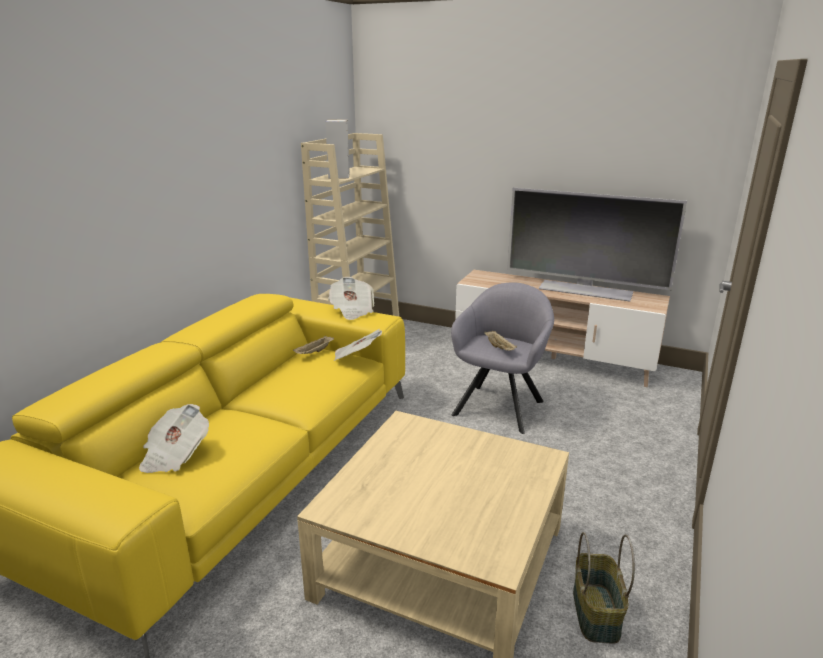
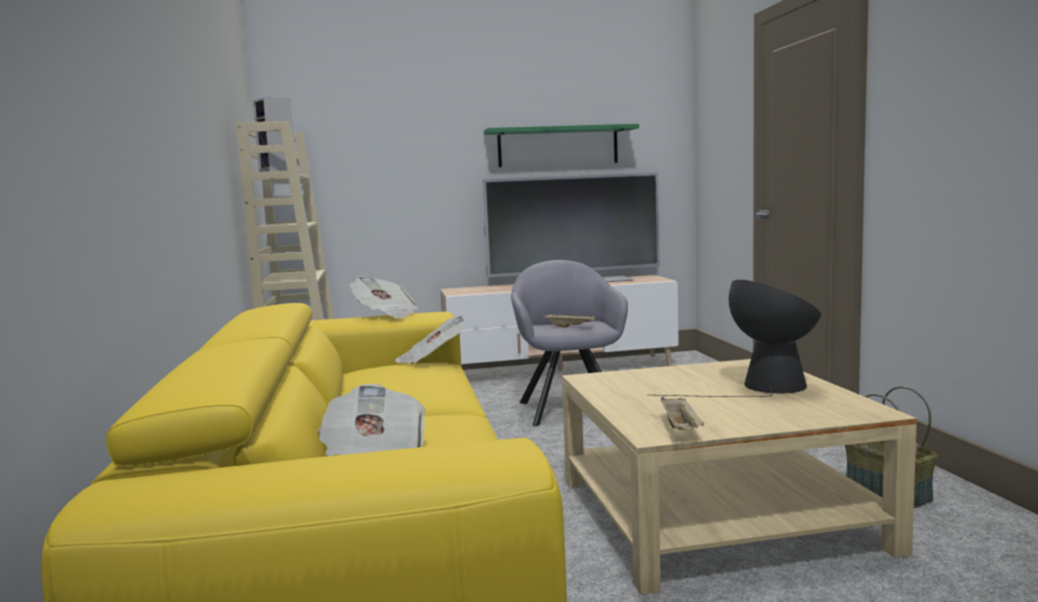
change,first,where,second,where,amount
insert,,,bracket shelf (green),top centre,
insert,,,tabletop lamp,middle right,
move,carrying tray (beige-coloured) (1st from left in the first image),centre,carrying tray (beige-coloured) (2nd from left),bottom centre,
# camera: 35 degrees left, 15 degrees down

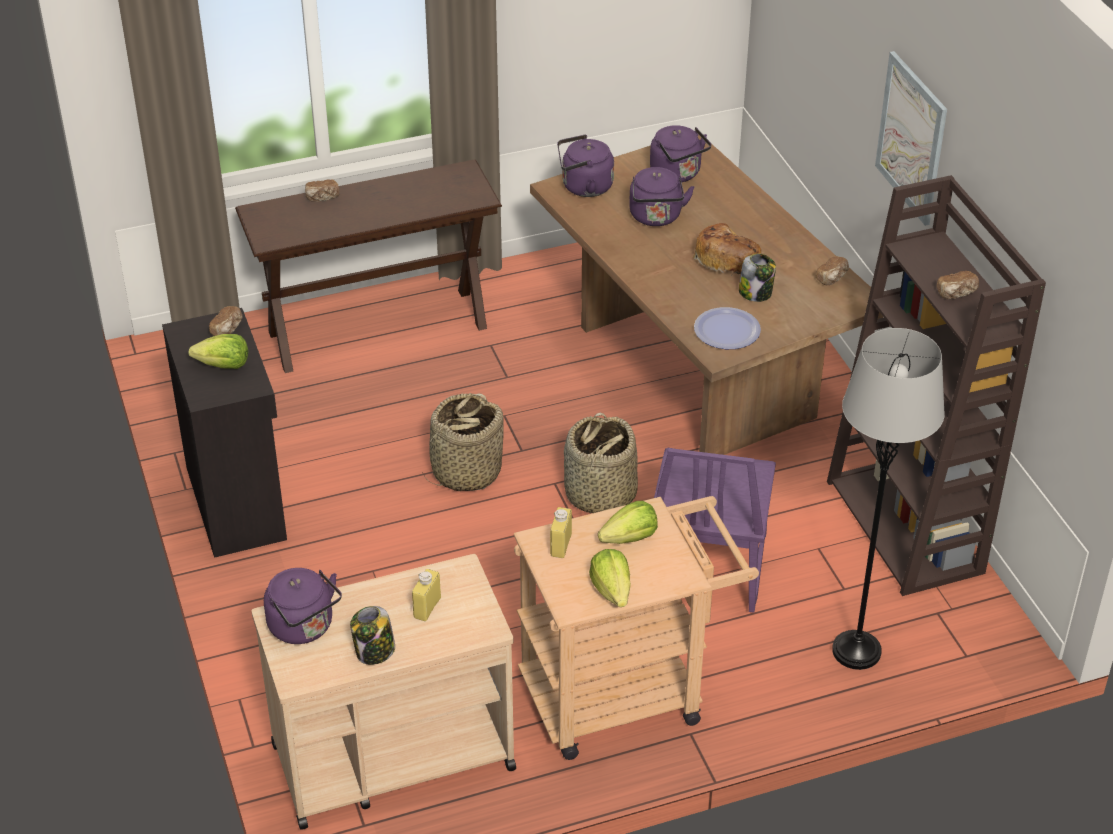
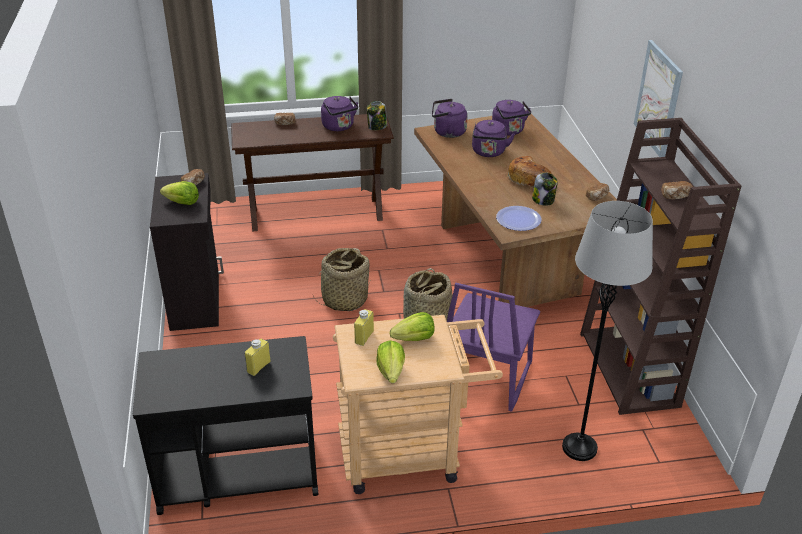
change,first,where,second,where,amount
move,water kettle (purple-coloured) (1st from left),bottom left,,top centre,
move,storage jar (1st from left),bottom centre,,top centre,
recolor,cart (beige-coloured) (1st from left),bottom centre,cart (blackish),bottom left,
# camera: 10 degrees right, 5 degrees down

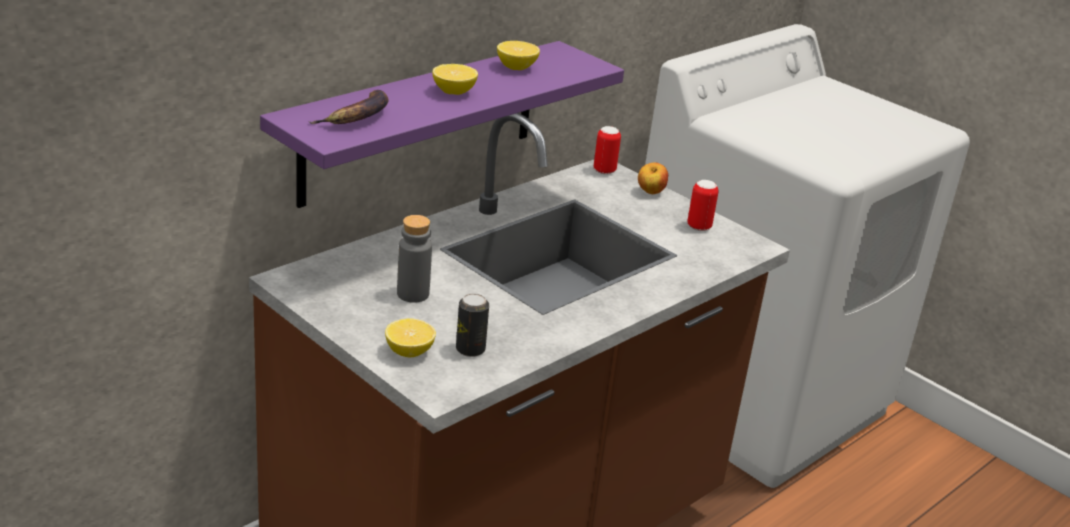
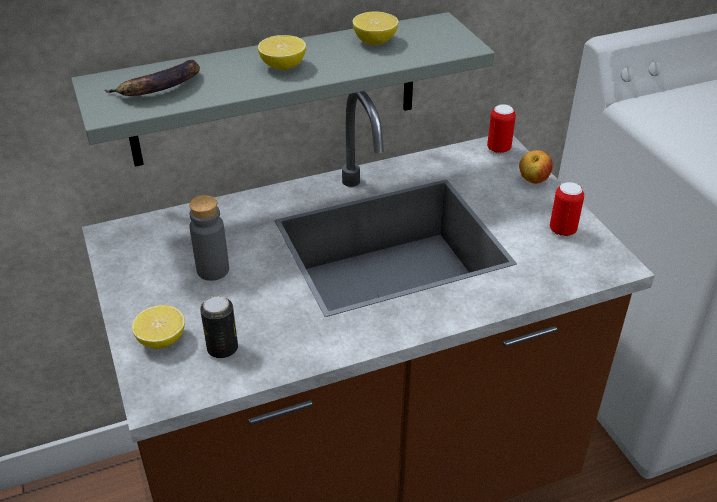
change,first,where,second,where,amount
recolor,bracket shelf (purple-coloured),top centre,bracket shelf (grey),top centre,
# camera: 25 degrees right, 10 degrees up

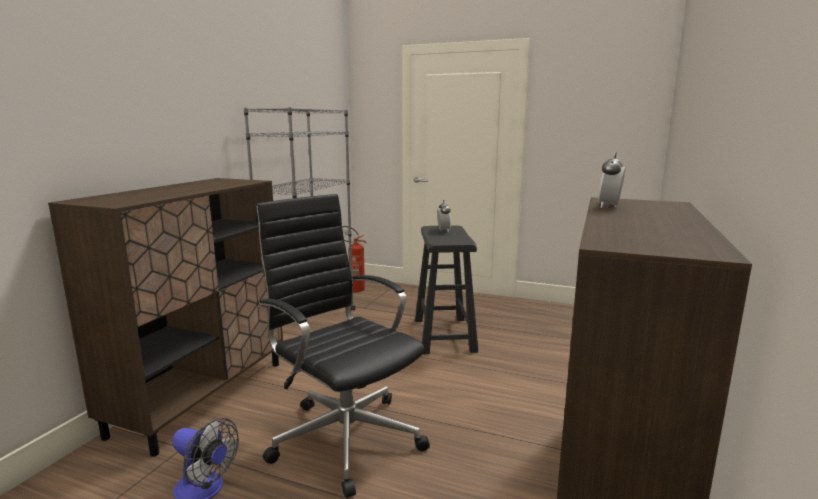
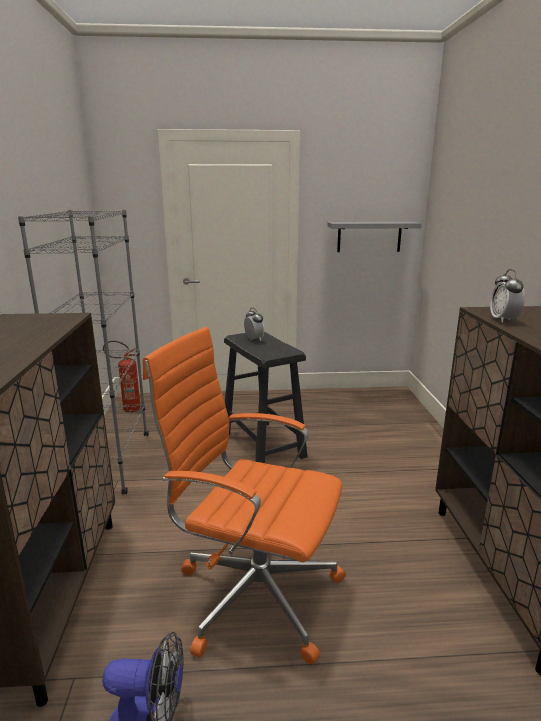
change,first,where,second,where,amount
insert,,,bracket shelf (grey),top right,
recolor,computer chair (blackish),bottom centre,computer chair (orange-coloured),bottom centre,
# camera: 25 degrees left, 5 degrees up

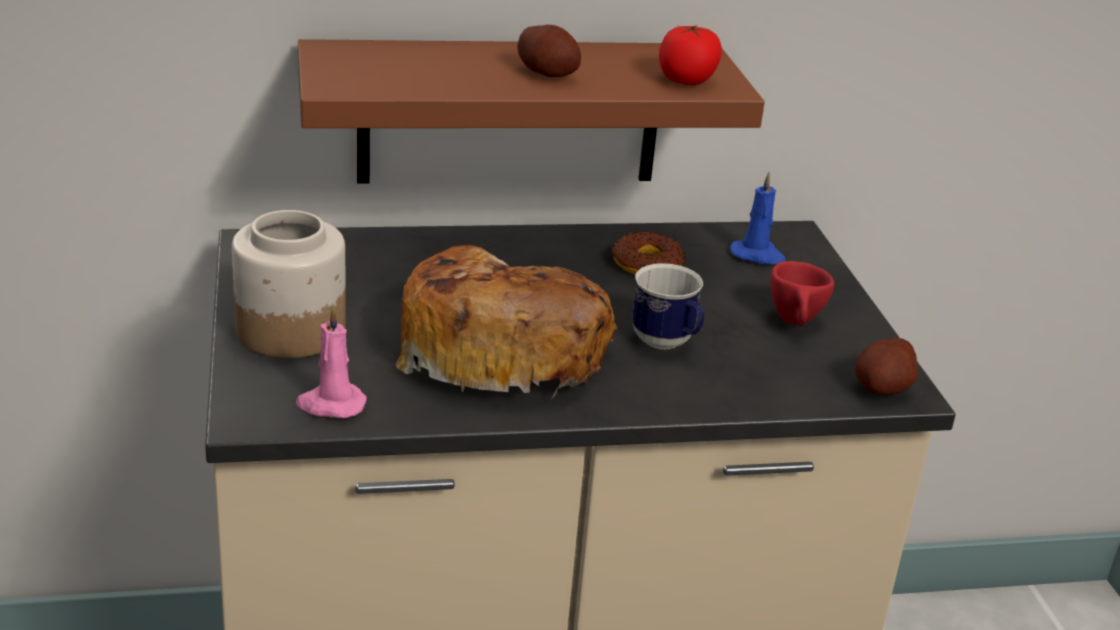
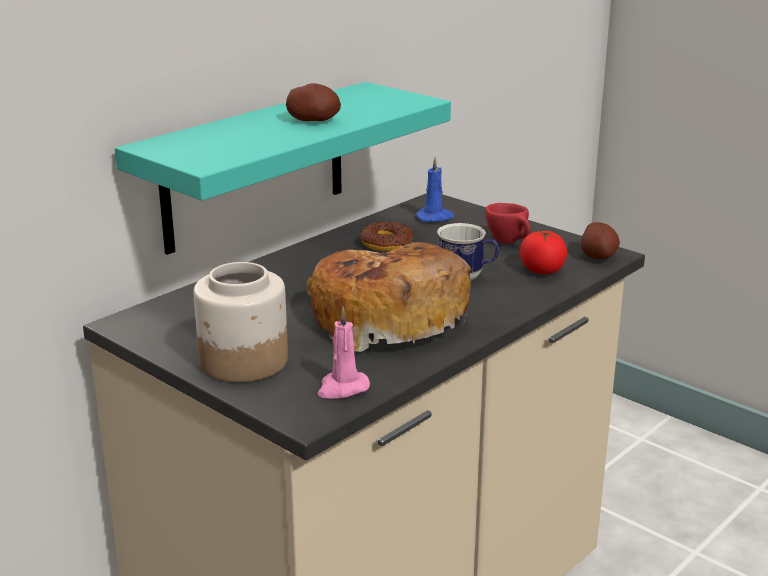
change,first,where,second,where,amount
move,whole tomato,top centre,,middle right,
recolor,bracket shelf (brown),top centre,bracket shelf (turquoise-coloured),top centre,
# camera: 35 degrees left, 5 degrees down

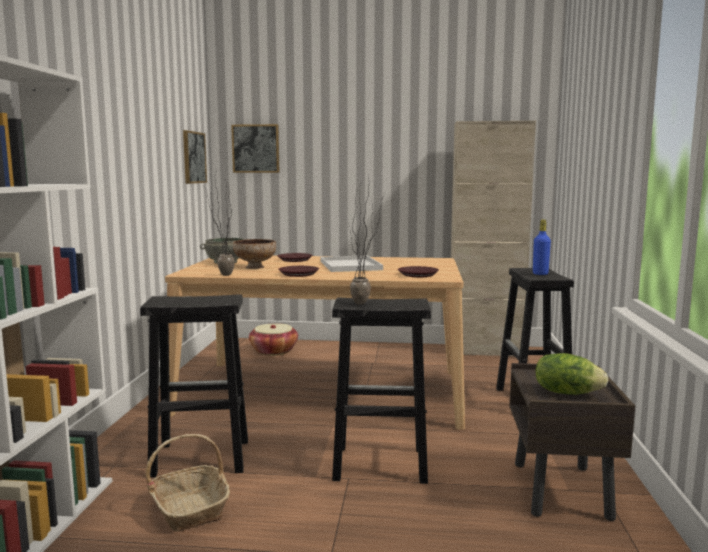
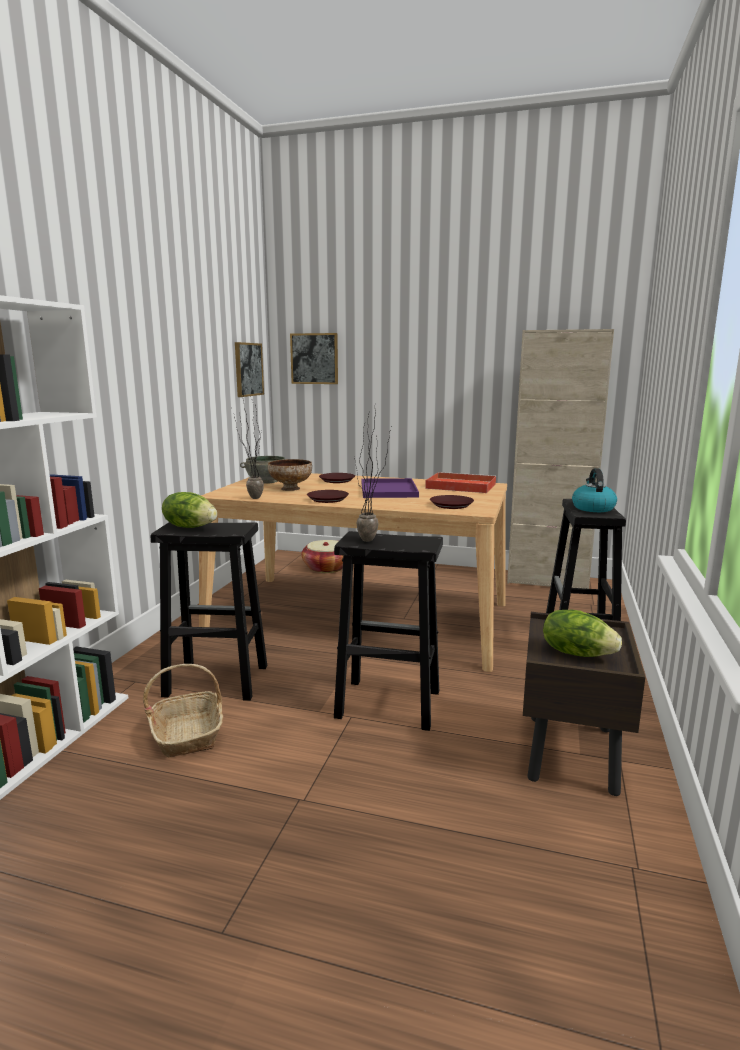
change,first,where,second,where,amount
insert,,,lettuce head (1st from left),middle left,
insert,,,carrying tray (reddish),centre,
replace,bottle (bluish),middle right,water kettle,middle right,
recolor,carrying tray (white-coloured),centre,carrying tray (purple-coloured),centre,
# camera: 10 degrees right, 5 degrees up

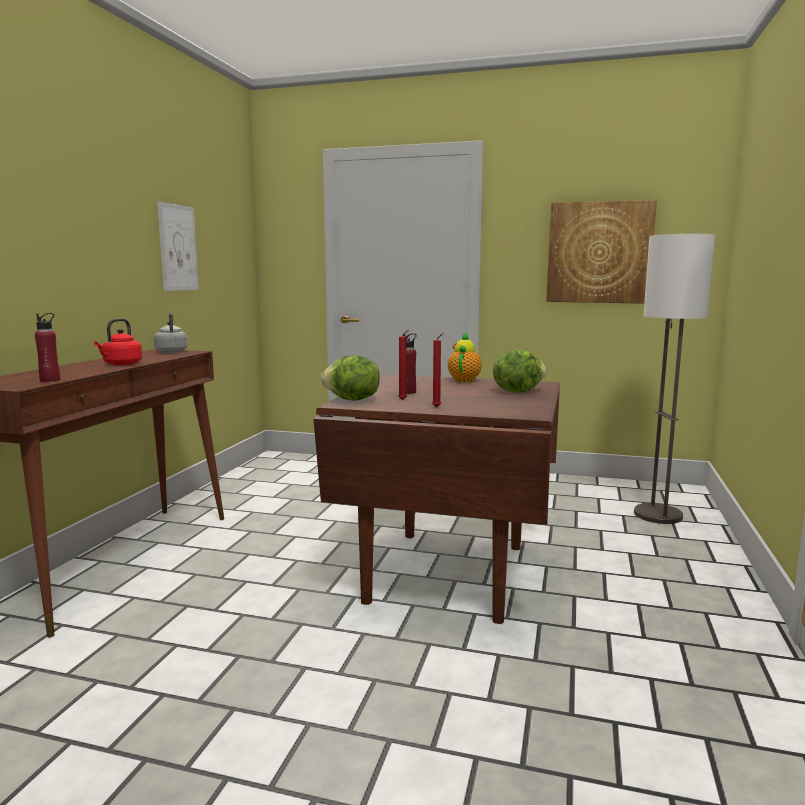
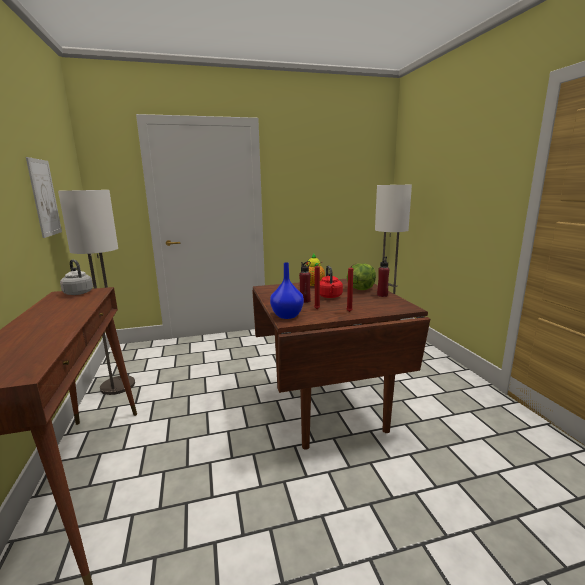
change,first,where,second,where,amount
delete,wall art (2nd from left),top right,,,
insert,,,standard lamp (1st from left),middle left,
move,bottle (reddish) (1st from left in the first image),middle left,bottle (reddish) (2nd from left),centre,
move,water kettle (reddish),middle left,,centre,
replace,lettuce head (1st from left),centre,flower vase (bluish),centre,
# camera: 30 degrees left, 5 degrees up

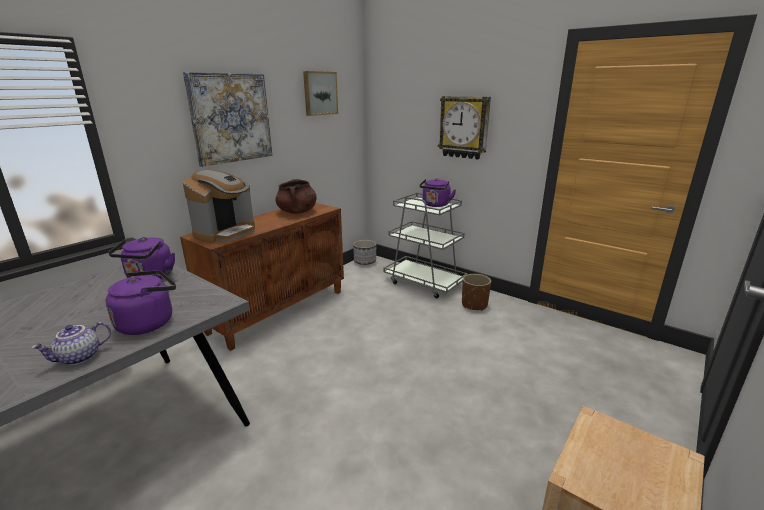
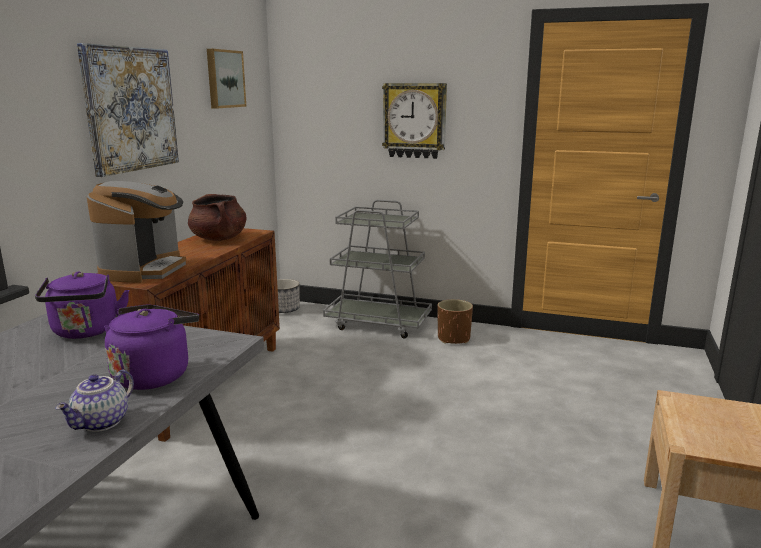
change,first,where,second,where,amount
delete,water kettle (purple-coloured) (3rd from left),centre,,,
# camera: 20 degrees left, 5 degrees down

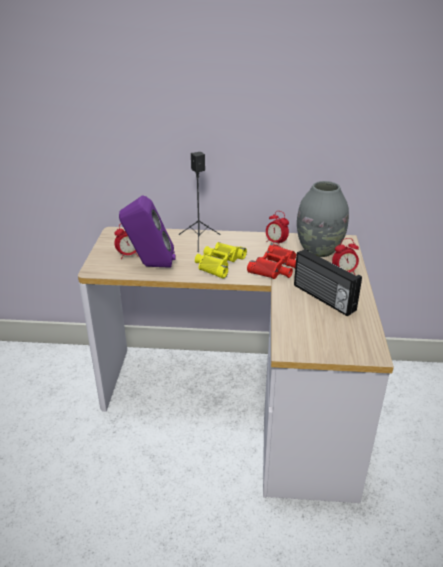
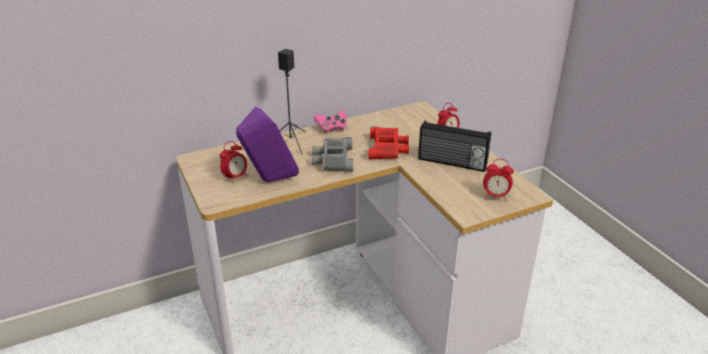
change,first,where,second,where,amount
delete,flower vase (grey),middle right,,,
insert,,,joypad (pinkish),centre,
move,bedside clock (2nd from left in the first image),centre,bedside clock (3rd from left),middle right,
recolor,binoculars (yellow-coloured),centre,binoculars (grey),centre,
# camera: 30 degrees left, 0 degrees up

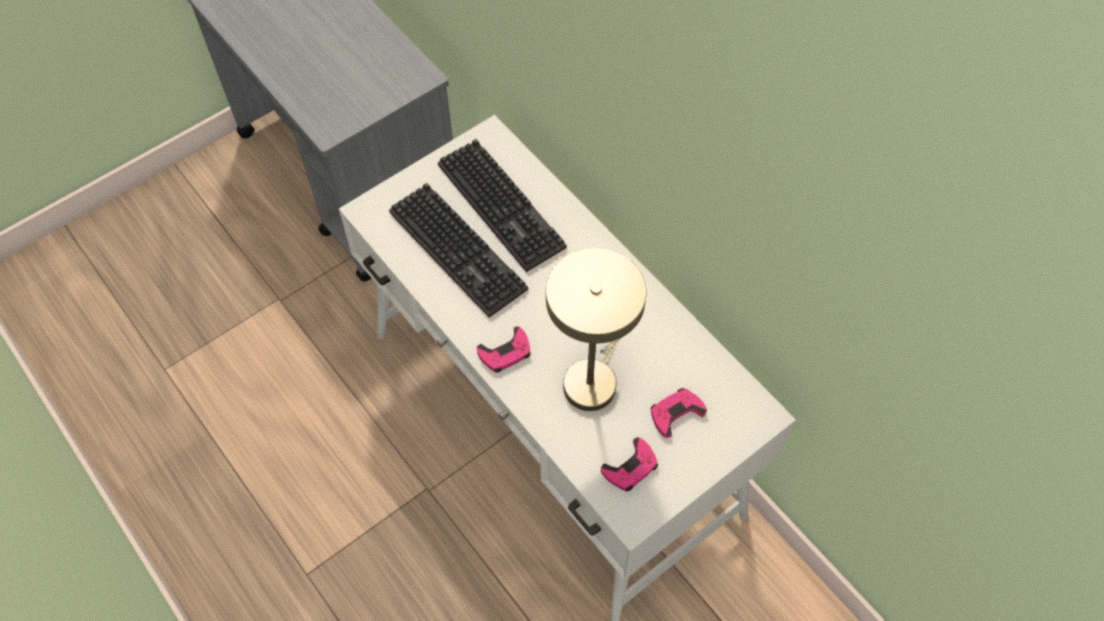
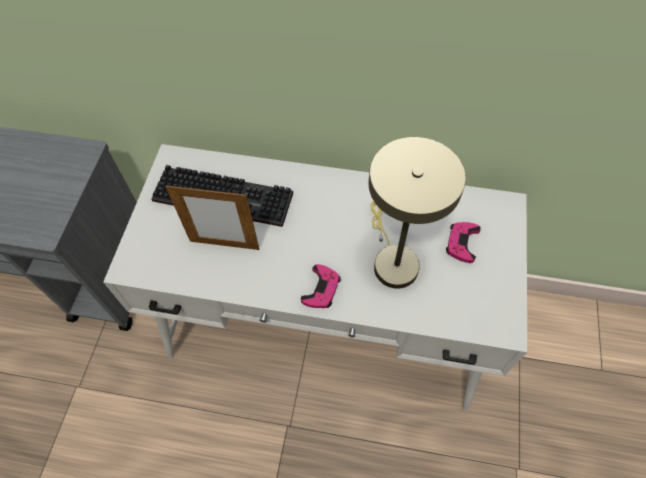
change,first,where,second,where,amount
delete,joypad (pinkish) (2nd from left),bottom centre,,,
replace,keyboard (1st from left),centre,standing frame,middle left,
# camera: 40 degrees left, 0 degrees up

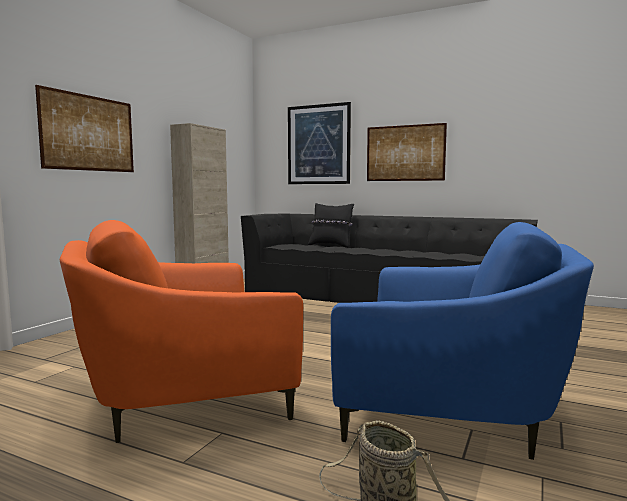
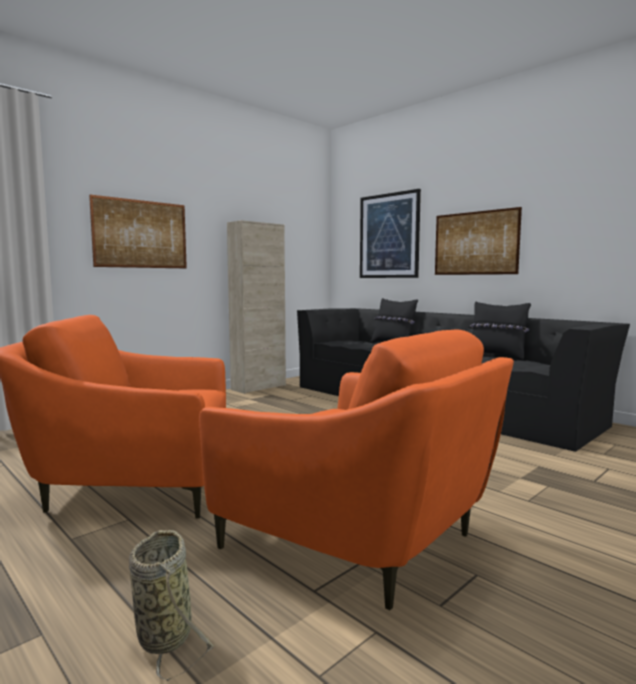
change,first,where,second,where,amount
insert,,,throw pillow (blackish) (2nd from left),middle right,
recolor,easy chair (bluish),bottom right,easy chair (orange-coloured) (2nd from left),bottom centre,
# camera: 20 degrees right, 0 degrees up

